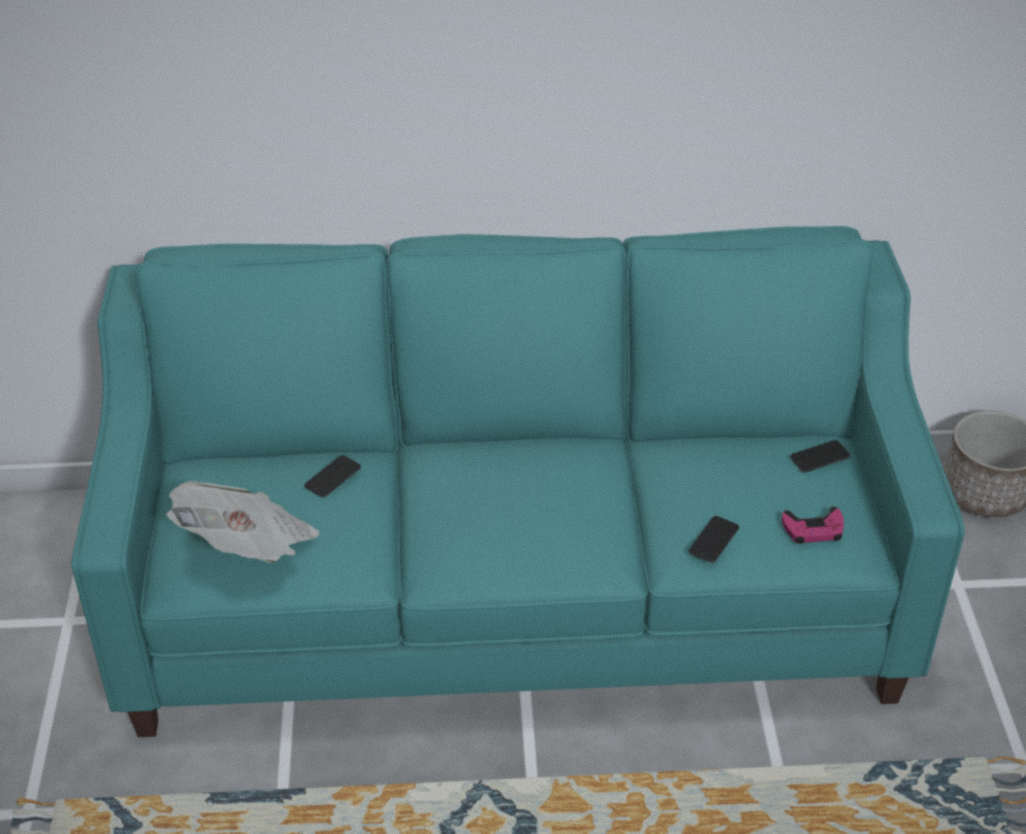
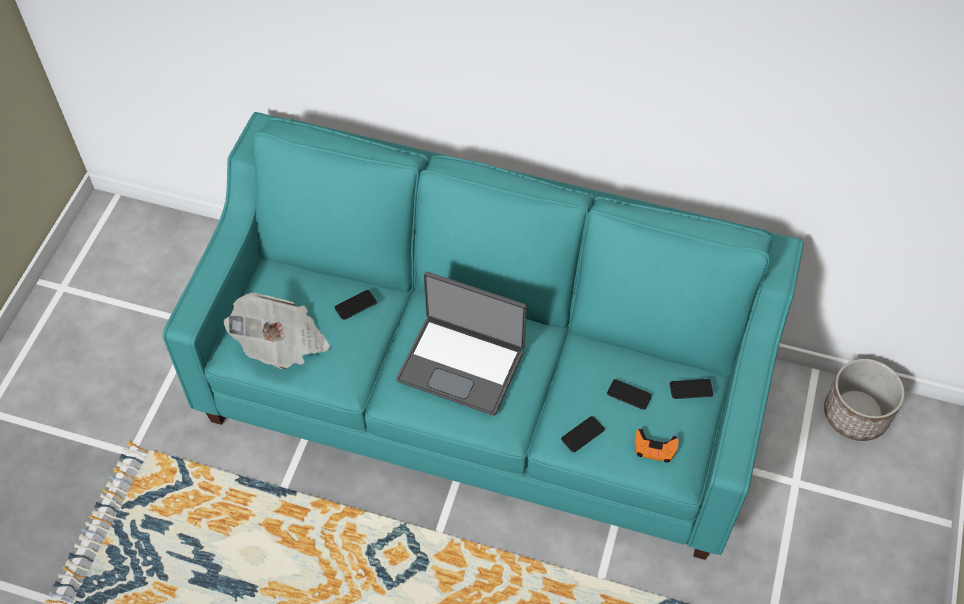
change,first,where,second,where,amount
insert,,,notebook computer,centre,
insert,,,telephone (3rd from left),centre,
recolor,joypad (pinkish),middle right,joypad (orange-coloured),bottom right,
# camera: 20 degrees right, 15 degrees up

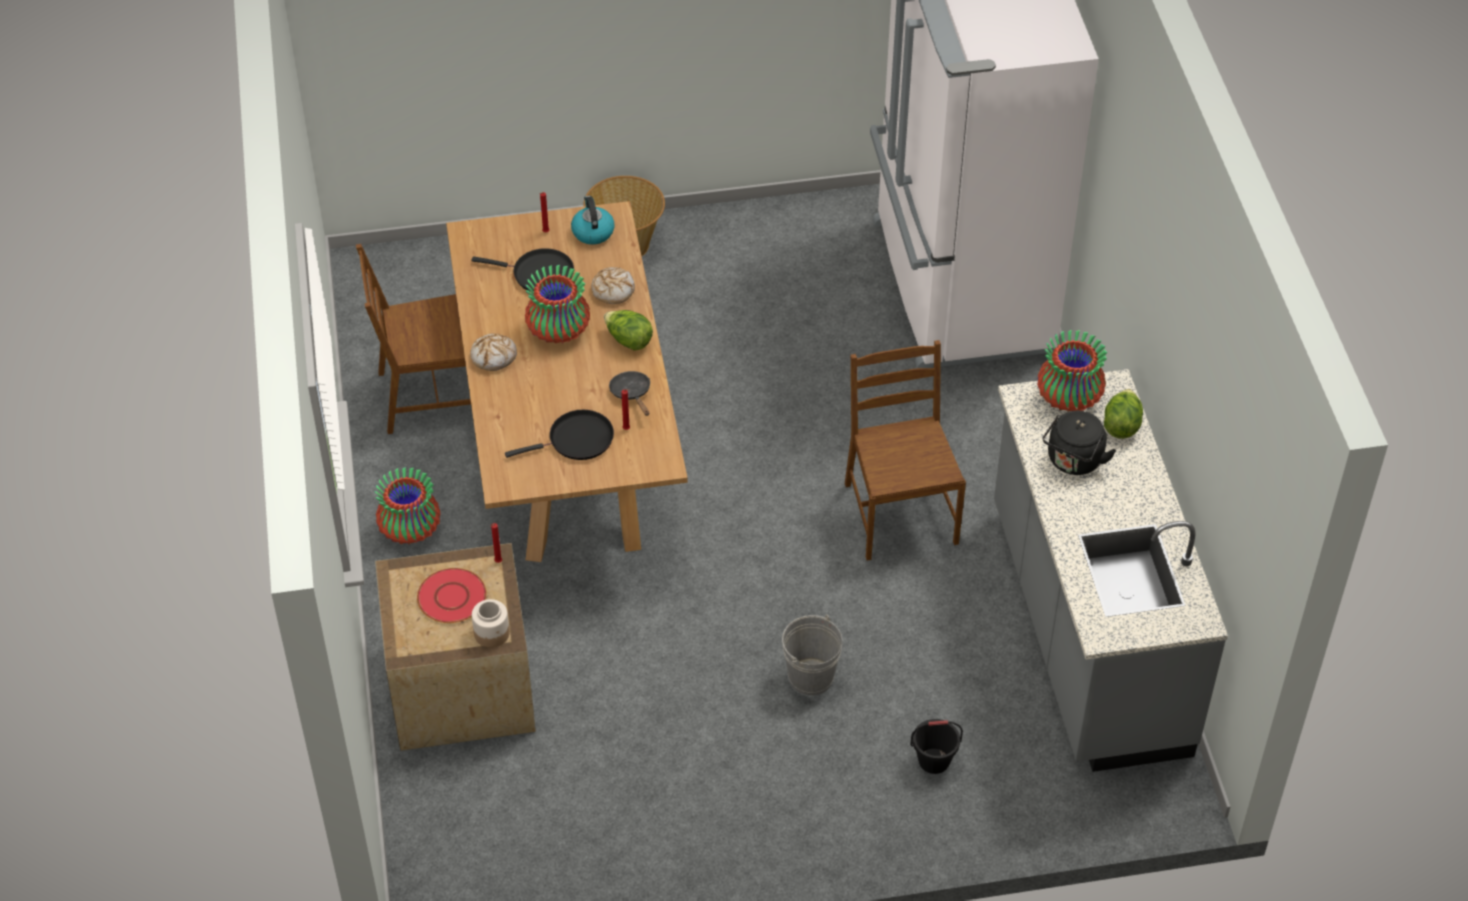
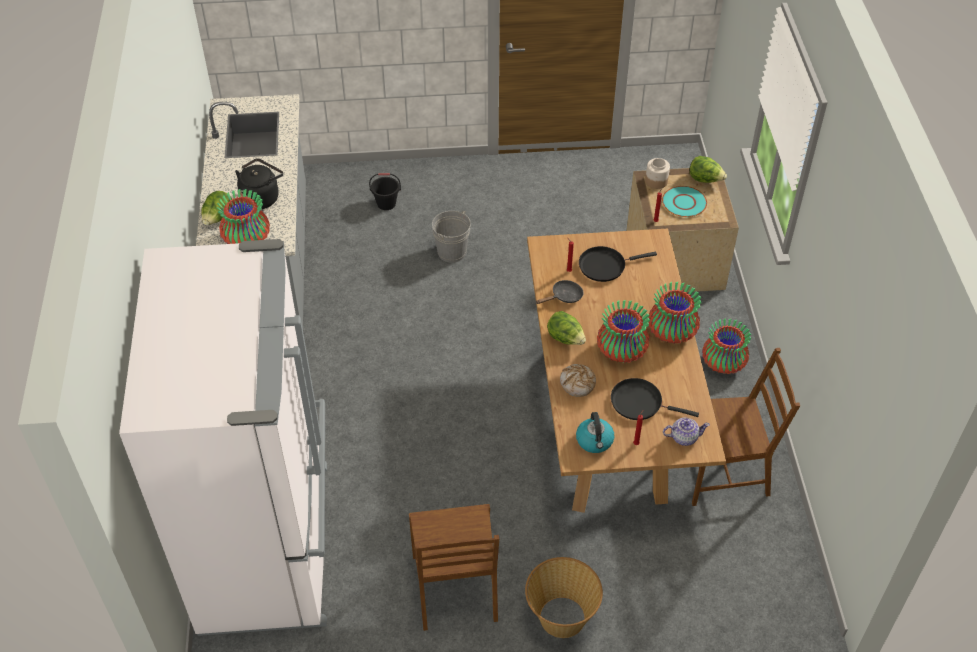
change,first,where,second,where,amount
insert,,,teapot,middle right,
insert,,,lettuce head (3rd from left),top right,
move,upright chair (brown) (2nd from left in the first image),centre,upright chair (brown) (1st from left),bottom centre,
replace,baked bread (1st from left),centre,flower vase (3rd from left),middle right,
recolor,dinner plate (reddish),middle left,dinner plate (turquoise-coloured),top right,
rotate,pan (blackish) (3rd from left in the first image),centre,pan (blackish) (1st from left),centre,105 degrees counterclockwise
# camera: 175 degrees left, 0 degrees up

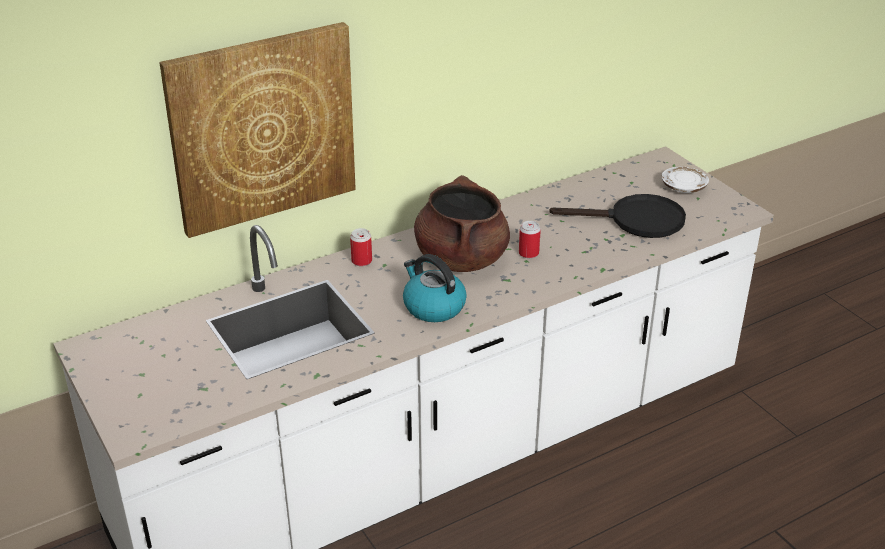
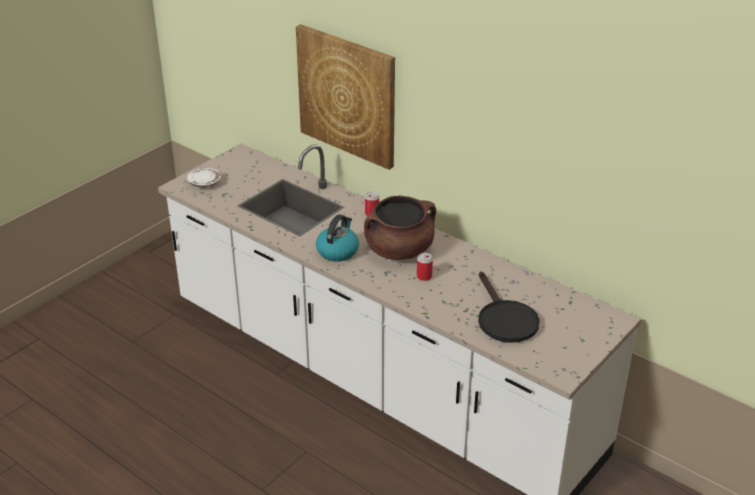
change,first,where,second,where,amount
move,dinner plate (white-coloured),top right,,middle left,
# camera: 70 degrees right, 0 degrees up

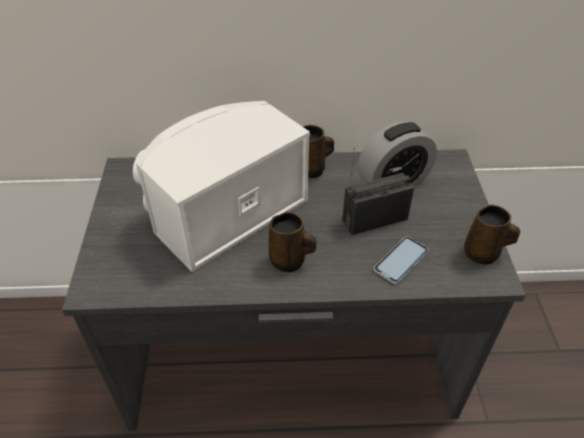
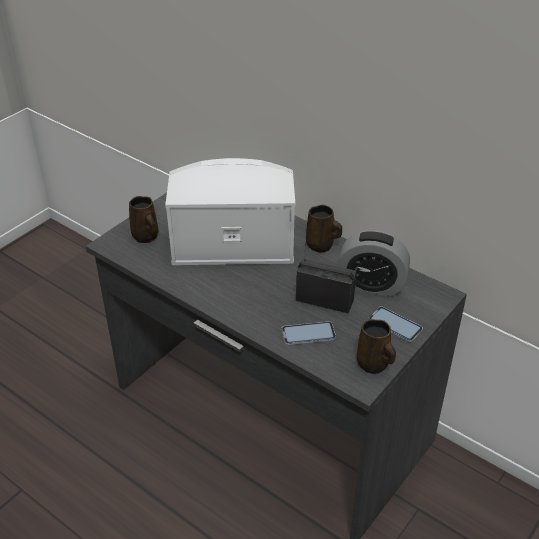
change,first,where,second,where,amount
insert,,,telephone (2nd from left),middle right,
move,coffee mug (brown) (1st from left),centre,,middle left,
# camera: 40 degrees right, 5 degrees down

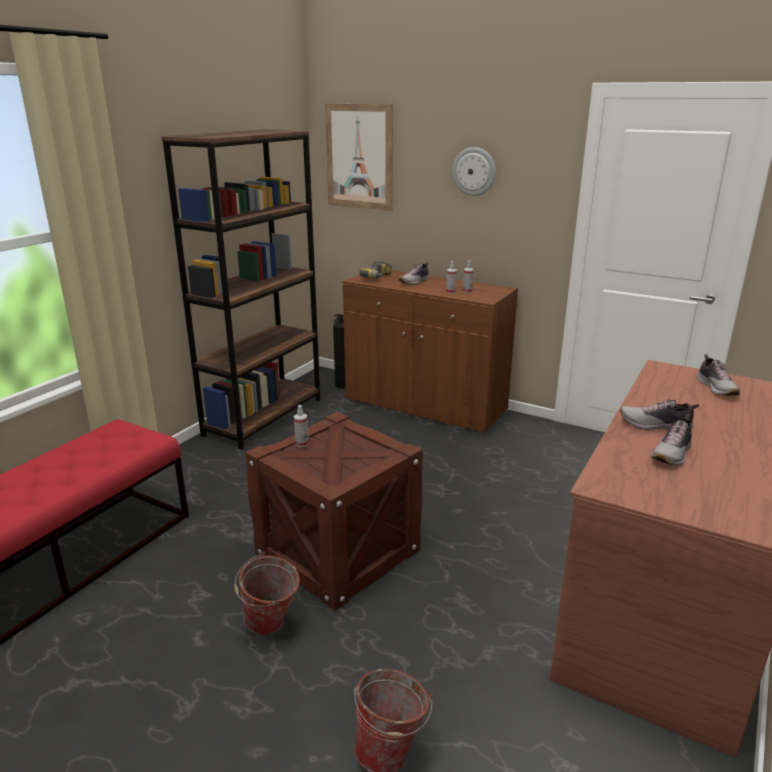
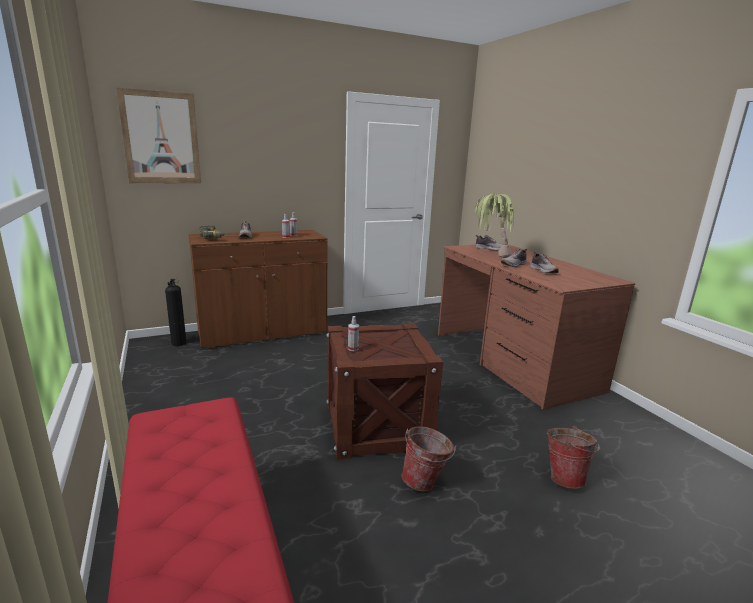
change,first,where,second,where,amount
delete,shelving unit (brown),middle left,,,
delete,clock on the wall,top centre,,,
insert,,,potted plant,centre,
# camera: 55 degrees left, 5 degrees down

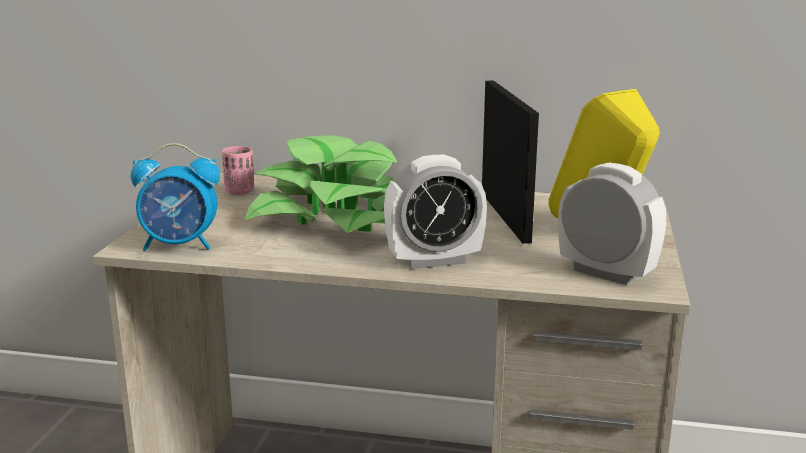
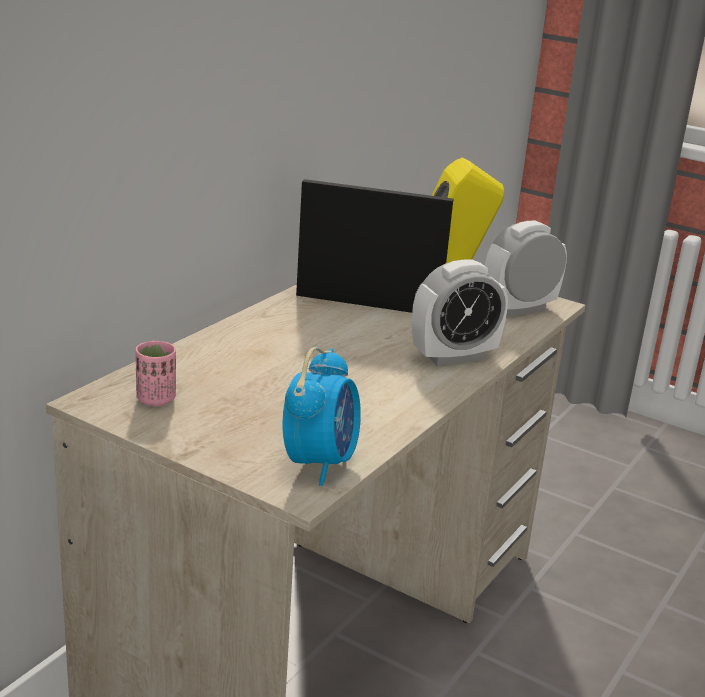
change,first,where,second,where,amount
delete,potted plant,centre,,,
rotate,bedside clock (2nd from left),centre,,centre,60 degrees clockwise
# camera: 70 degrees left, 5 degrees up

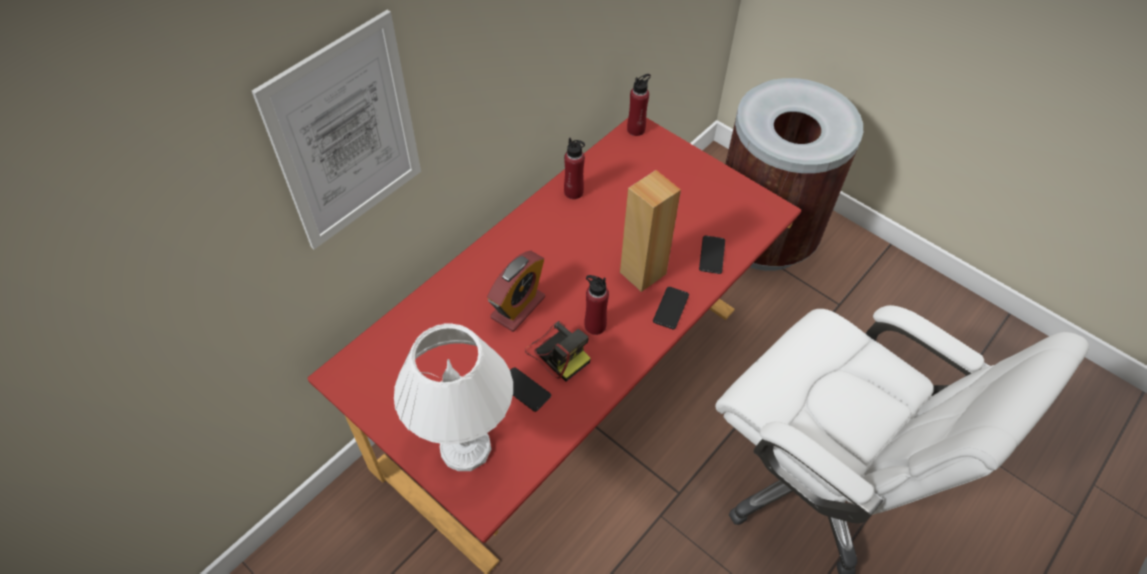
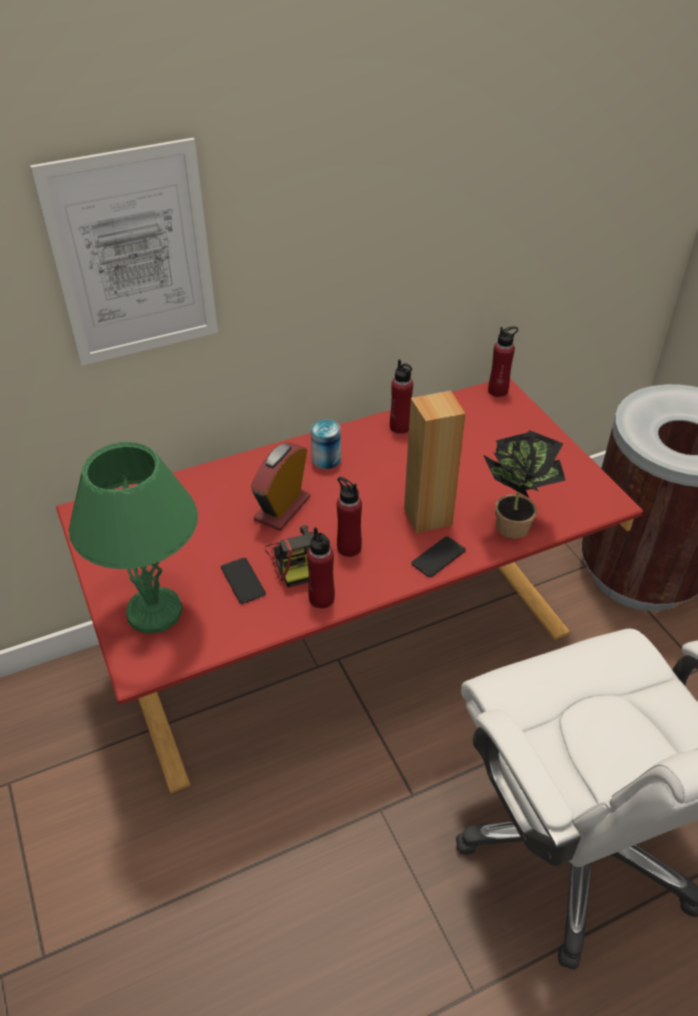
change,first,where,second,where,amount
insert,,,bottle (reddish) (1st from left),centre,
insert,,,metal can,centre,
replace,telephone (3rd from left),centre,potted plant,middle right,
recolor,tabletop lamp (white-coloured),bottom centre,tabletop lamp (green),middle left,
rotate,bedside clock,centre,,centre,150 degrees clockwise
# camera: 25 degrees right, 10 degrees down

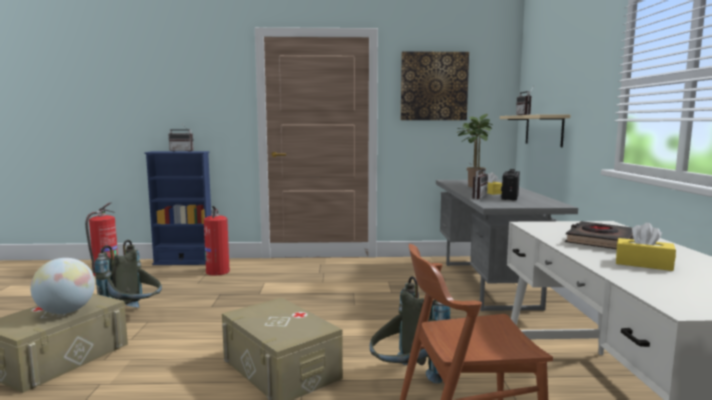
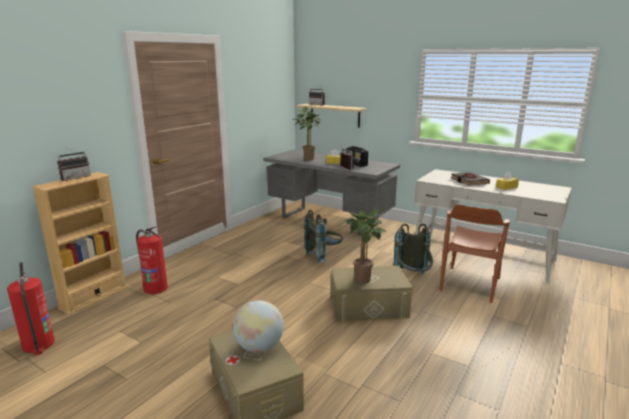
change,first,where,second,where,amount
delete,wall art,top centre,,,
insert,,,potted plant (2nd from left),centre,
move,knapsack (grey) (1st from left),bottom left,,centre,
recolor,shelving unit (bluish),middle left,shelving unit (beige-coloured),middle left,
# camera: 55 degrees left, 10 degrees up

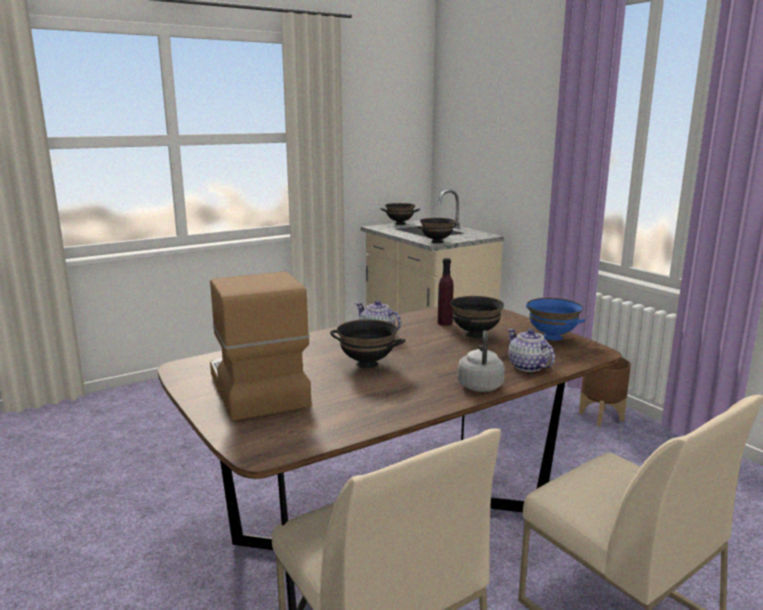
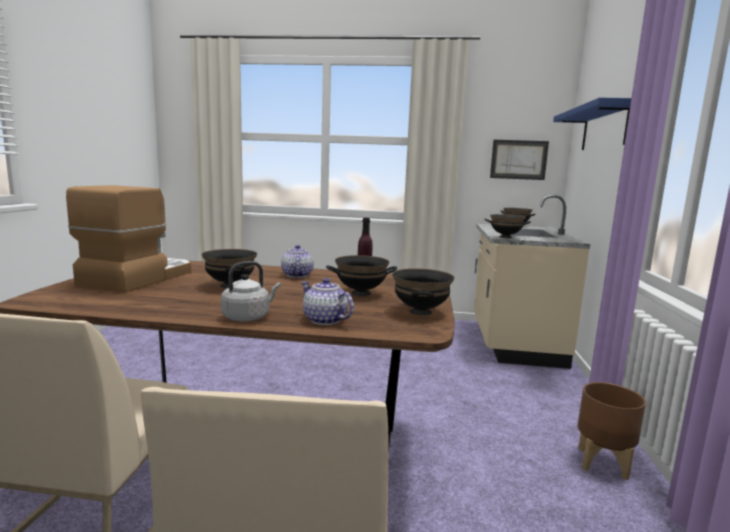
change,first,where,second,where,amount
insert,,,wall art,top right,
insert,,,bracket shelf (bluish),top right,
recolor,bowl (bluish),middle right,bowl (blackish) (3rd from left),centre,
rotate,teapot (2nd from left),middle right,,centre,60 degrees counterclockwise
# camera: 40 degrees right, 5 degrees down

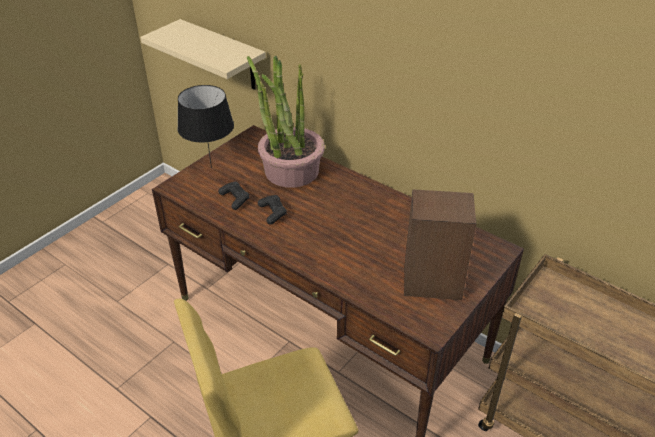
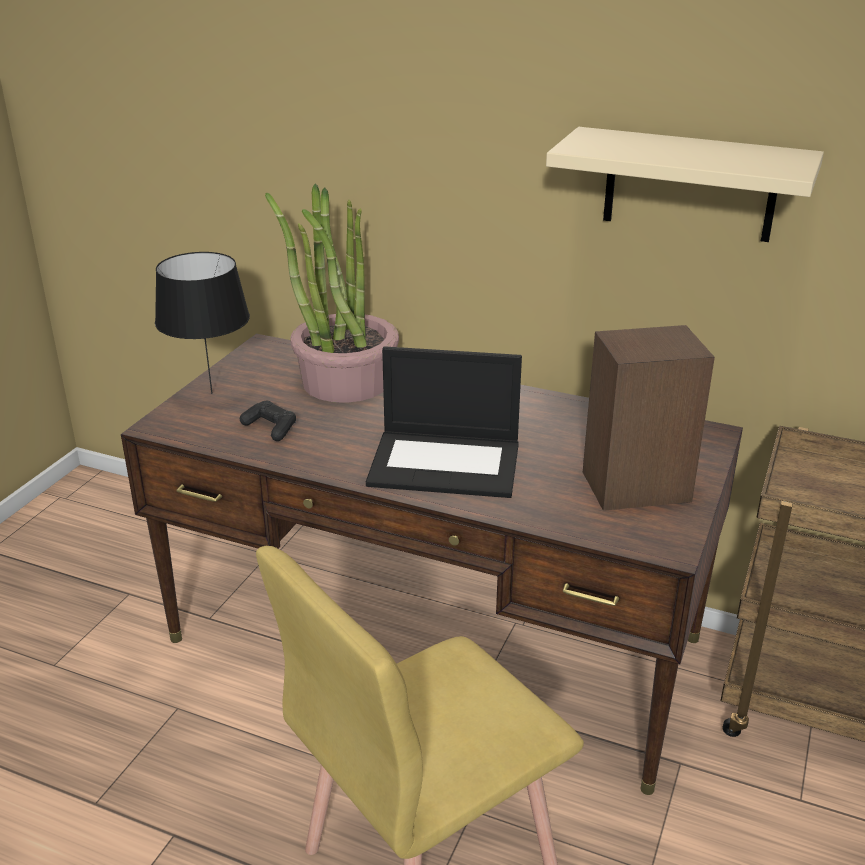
change,first,where,second,where,amount
delete,joypad (blackish) (2nd from left),centre,,,
insert,,,notebook computer,centre,
move,bracket shelf (beige-coloured),top left,,top right,
# camera: 15 degrees left, 10 degrees down

